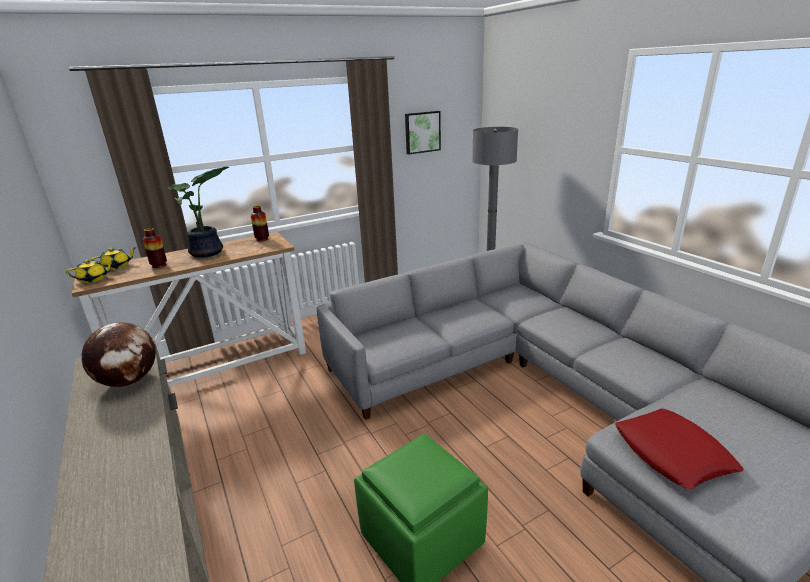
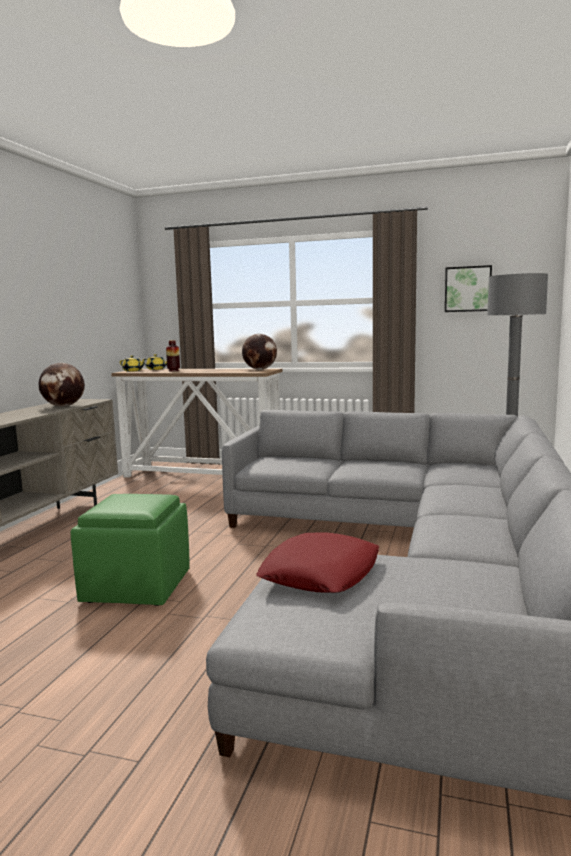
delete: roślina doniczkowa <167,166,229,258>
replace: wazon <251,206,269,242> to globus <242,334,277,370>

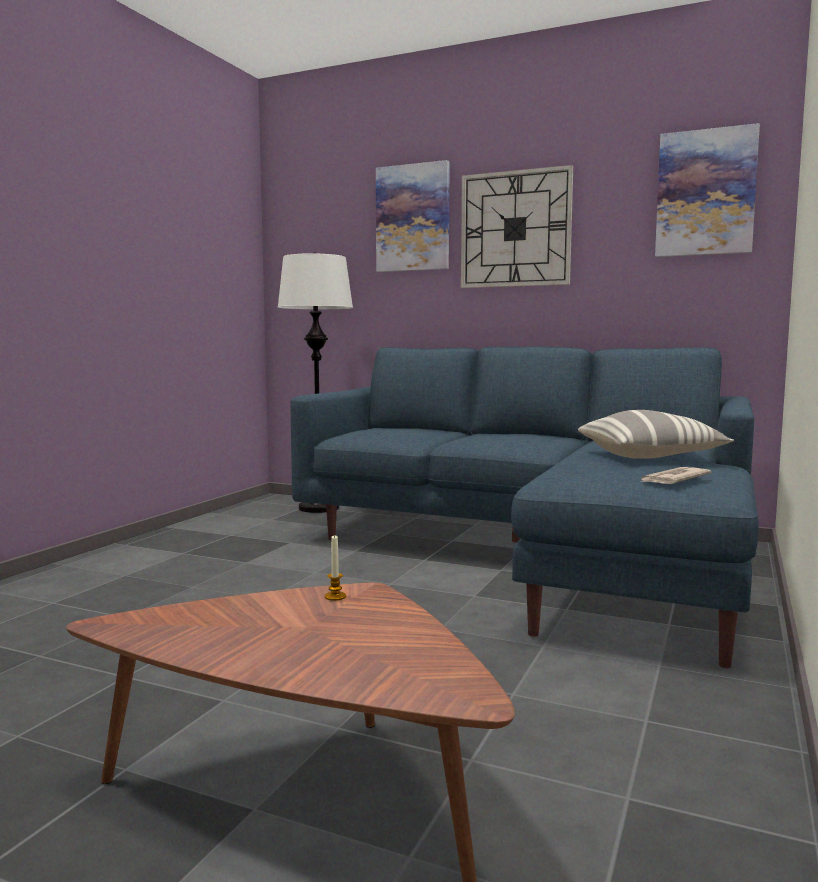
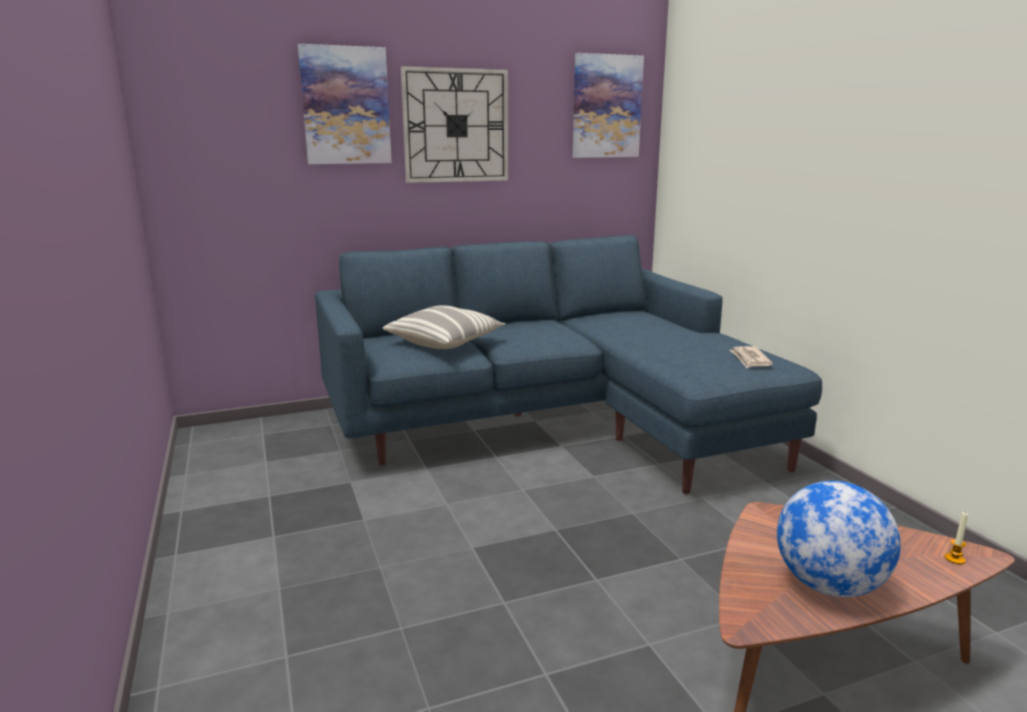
delete: lampa stojąca [biały] <278,252,353,513>
insert: globus <777,481,901,597>
move: świeca <325,534,346,601> to <944,512,968,564>; poduszka <578,410,734,459> to <383,305,505,349>

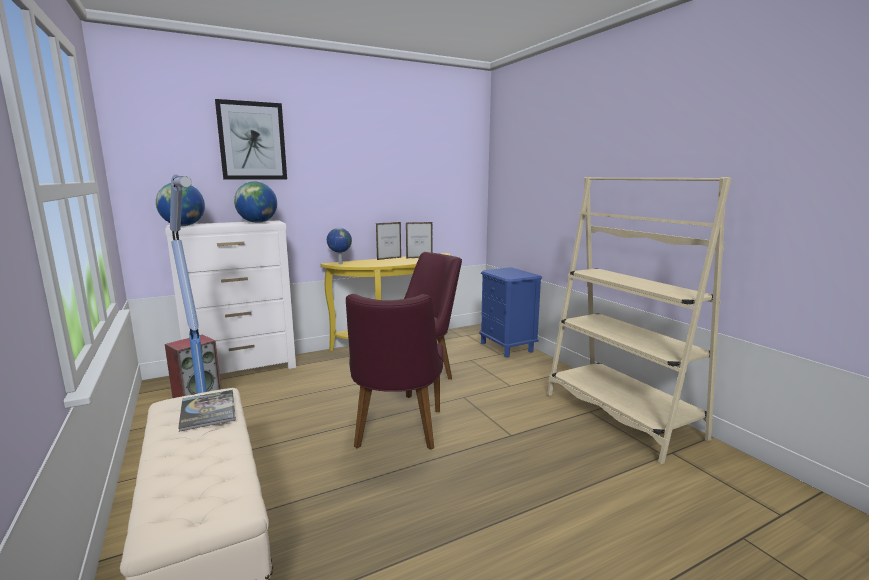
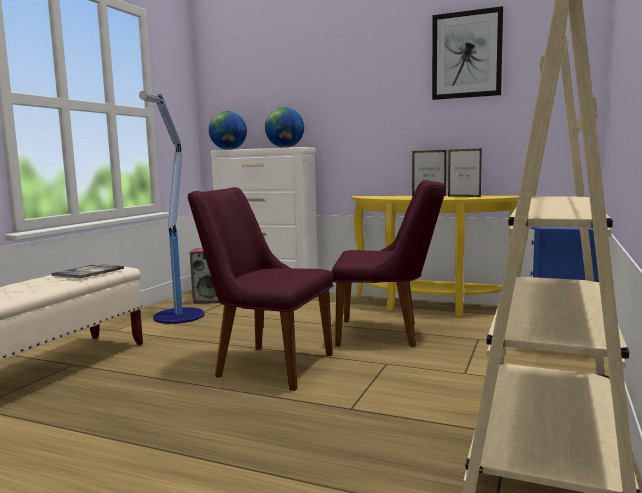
delete: globus <327,228,352,264>
move: obraz <215,99,287,180> to <432,6,503,100>
rotate: krzesło [fioletowy] <346,294,443,450> = <188,187,334,391> 60 degrees clockwise

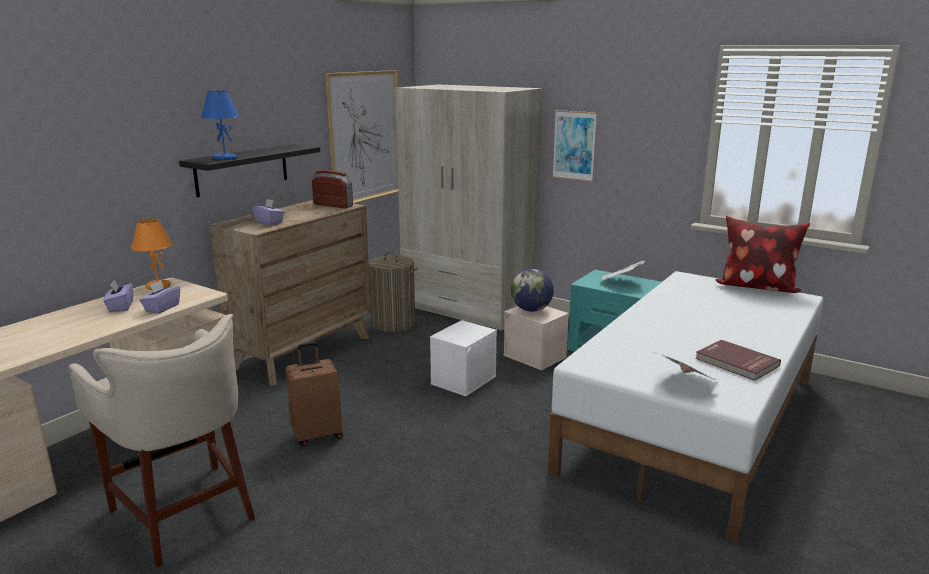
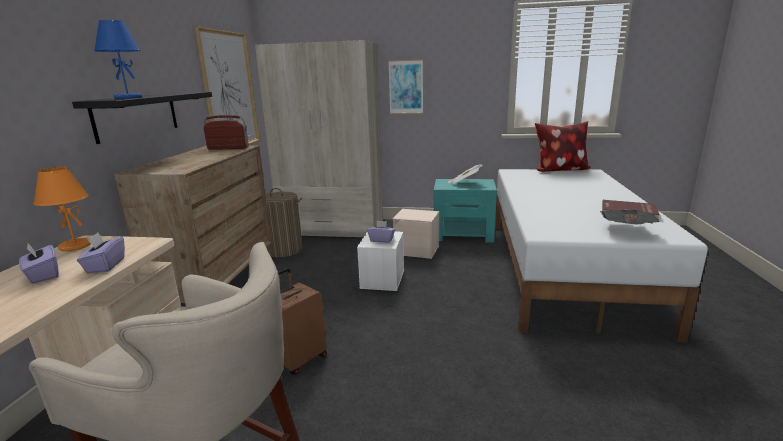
delete: globus <511,269,554,312>
move: pudełko chusteczek [fioletowy] <252,199,285,225> to <367,221,395,243>

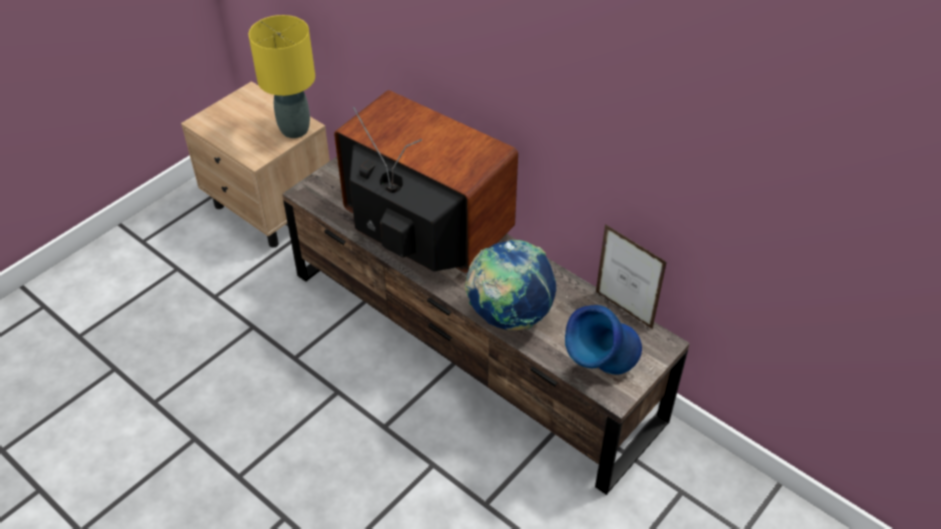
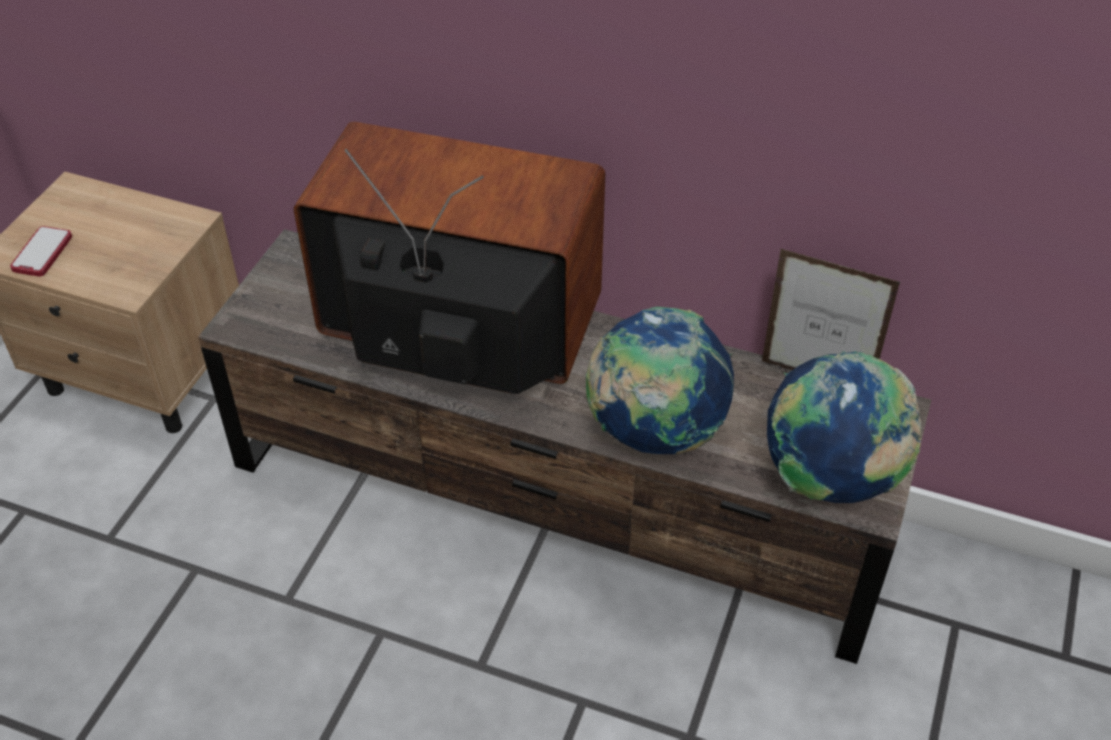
delete: lampa stołowa [żółty] <248,15,315,138>
insert: telefon <10,226,72,277>
replace: wazon [niebieski] <565,305,642,375> to globus <767,351,921,503>

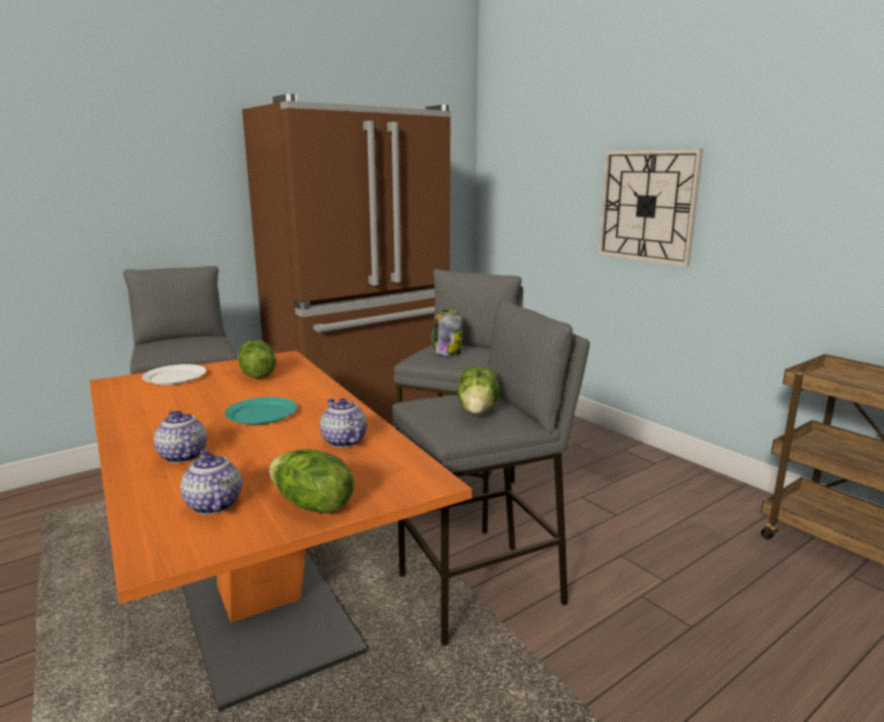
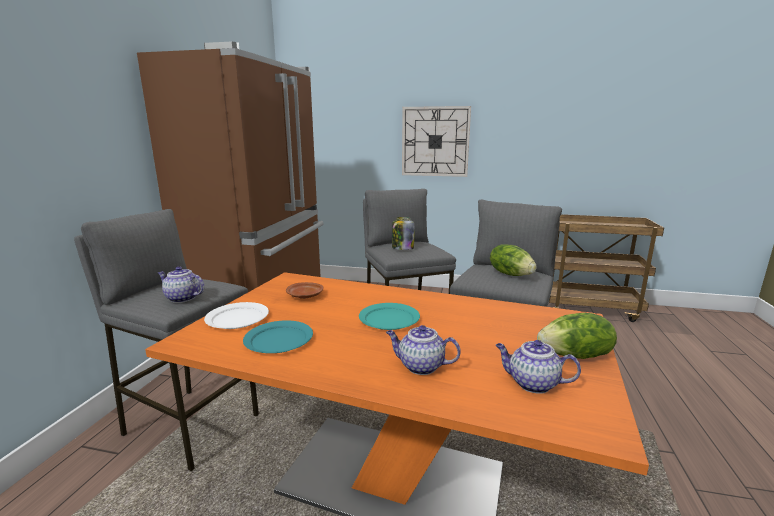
insert: talerz [turkusowy] <243,320,313,353>
move: imbryk <320,398,367,448> to <158,266,204,303>
replace: sałata <239,340,276,378> to talerz [brązowy] <286,282,324,299>

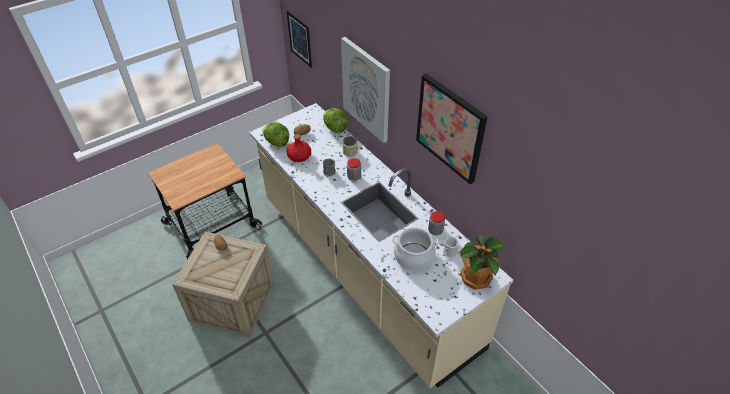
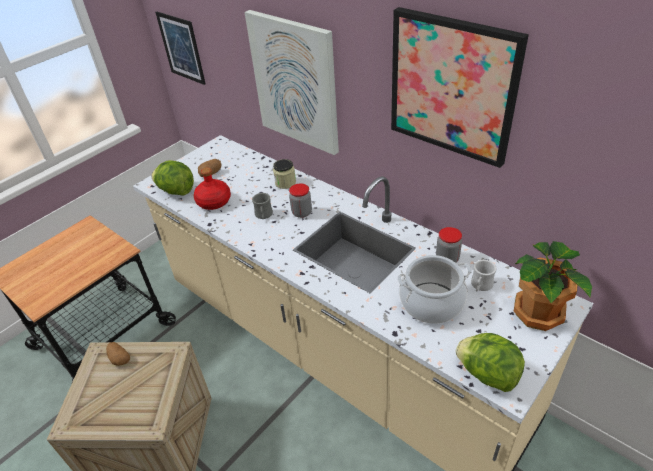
move: sałata <323,108,348,133> to <455,333,525,392>

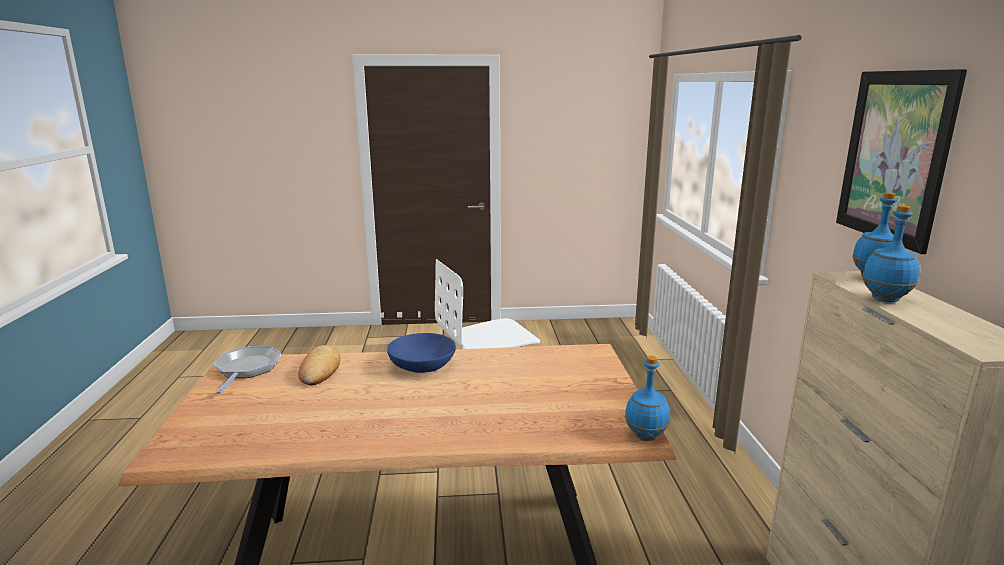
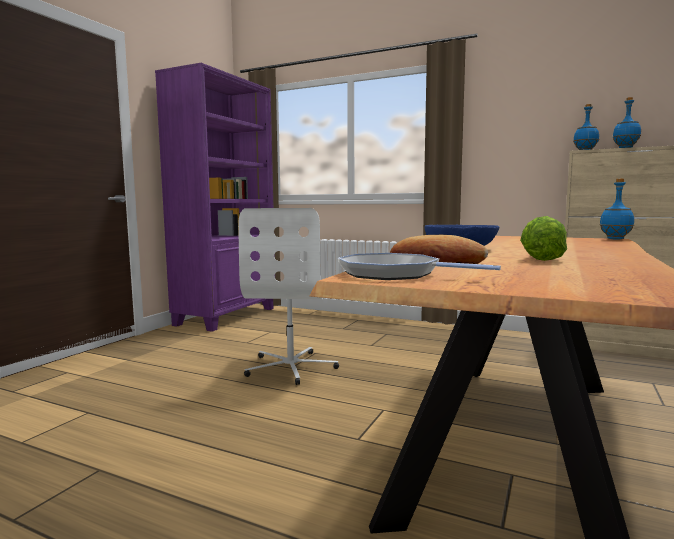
delete: obraz <836,69,967,254>
insert: regał [fioletowy] <155,63,275,332>; sałata <520,216,567,261>

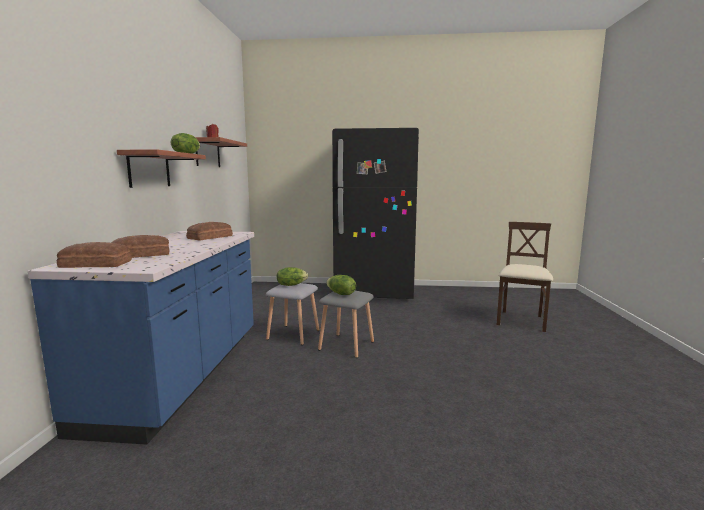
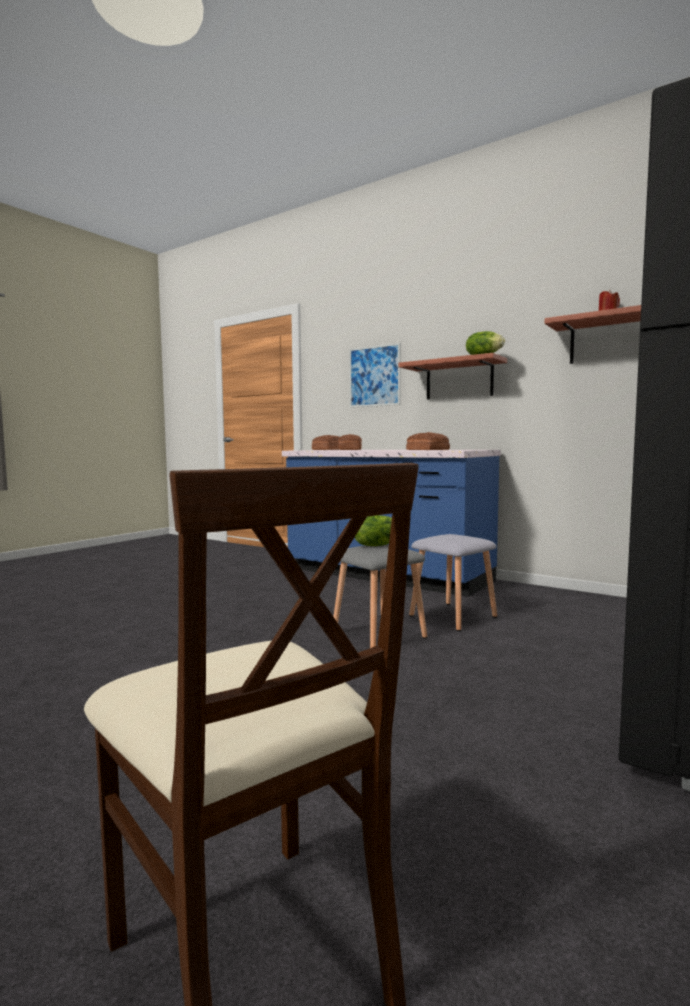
delete: sałata <277,267,308,286>
insert: obraz <349,343,401,408>

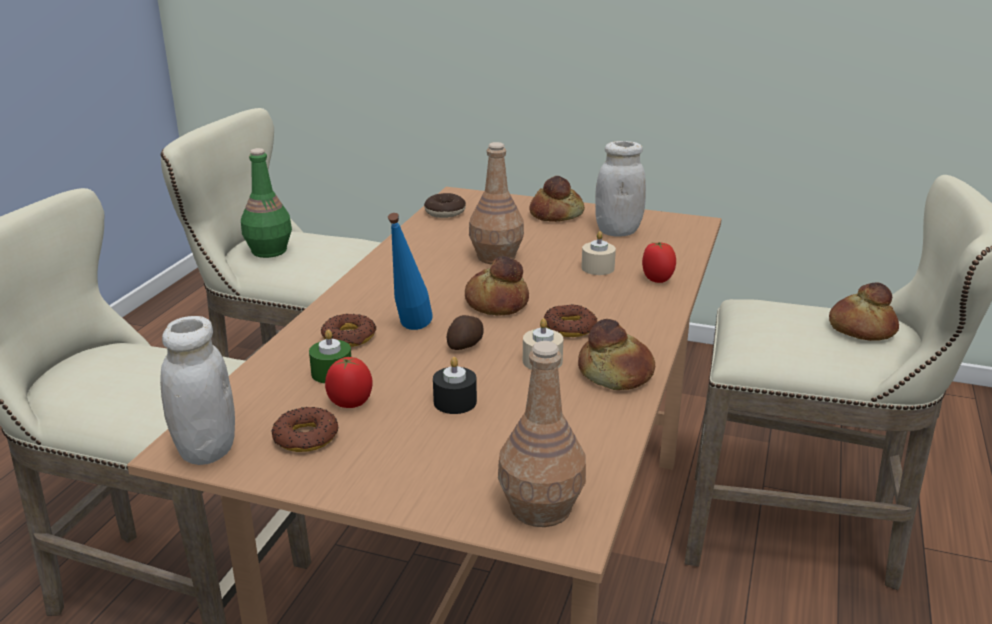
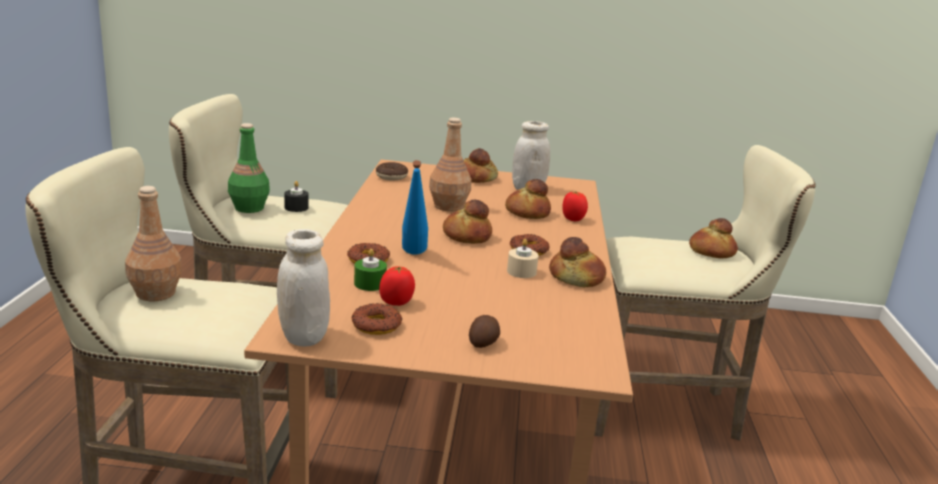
move: świeca [czarny] <433,357,477,414> to <284,181,308,212>; ziemniak <447,315,484,350> to <469,315,500,348>; butelka [brązowy] <498,341,586,527> to <125,186,182,301>
replace: świeca [beżowy] <581,231,616,275> to chleb <505,179,551,219>

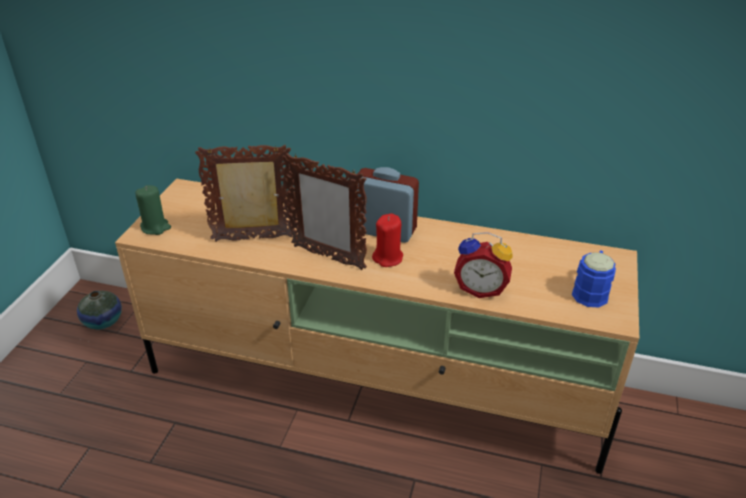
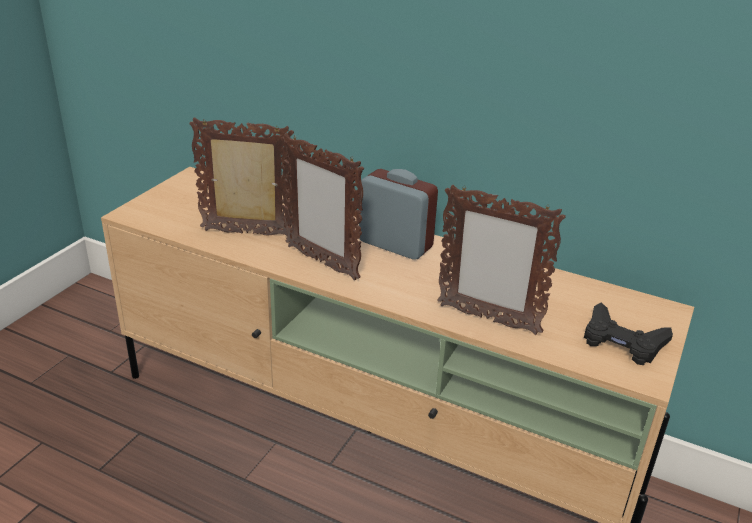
delete: wazon <77,291,122,329>; świeca [zielony] <135,185,171,235>; świeca [czerwony] <372,214,403,267>
replace: budzik <454,232,513,298> to ramka na zdjęcie <437,185,566,335>; kubek [niebieski] <572,250,616,307> to pad do gier [czarny] <584,302,673,365>

